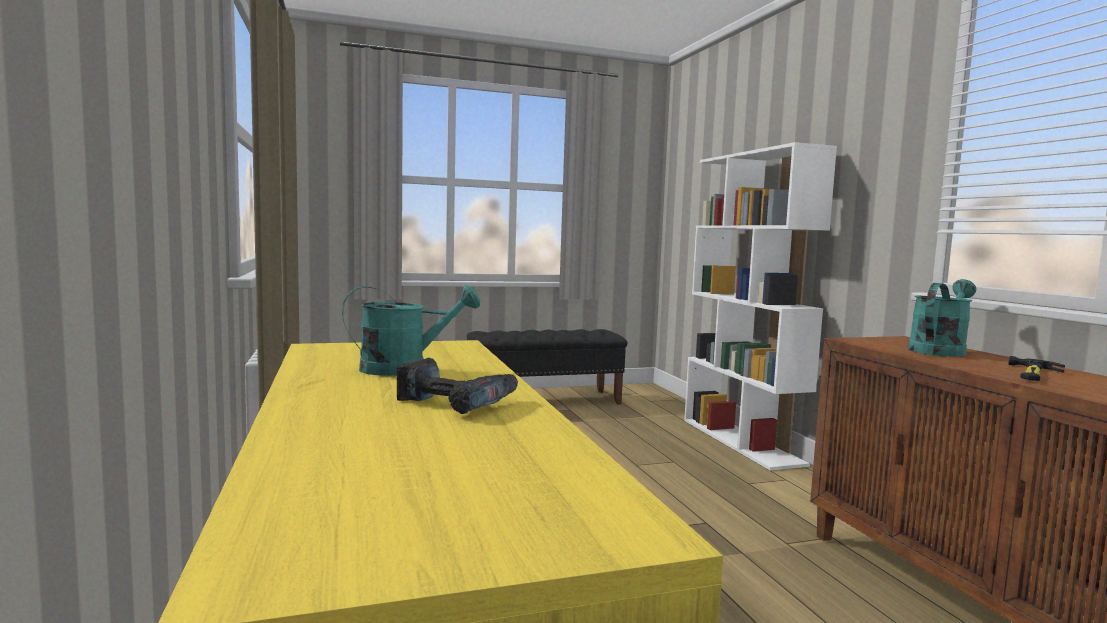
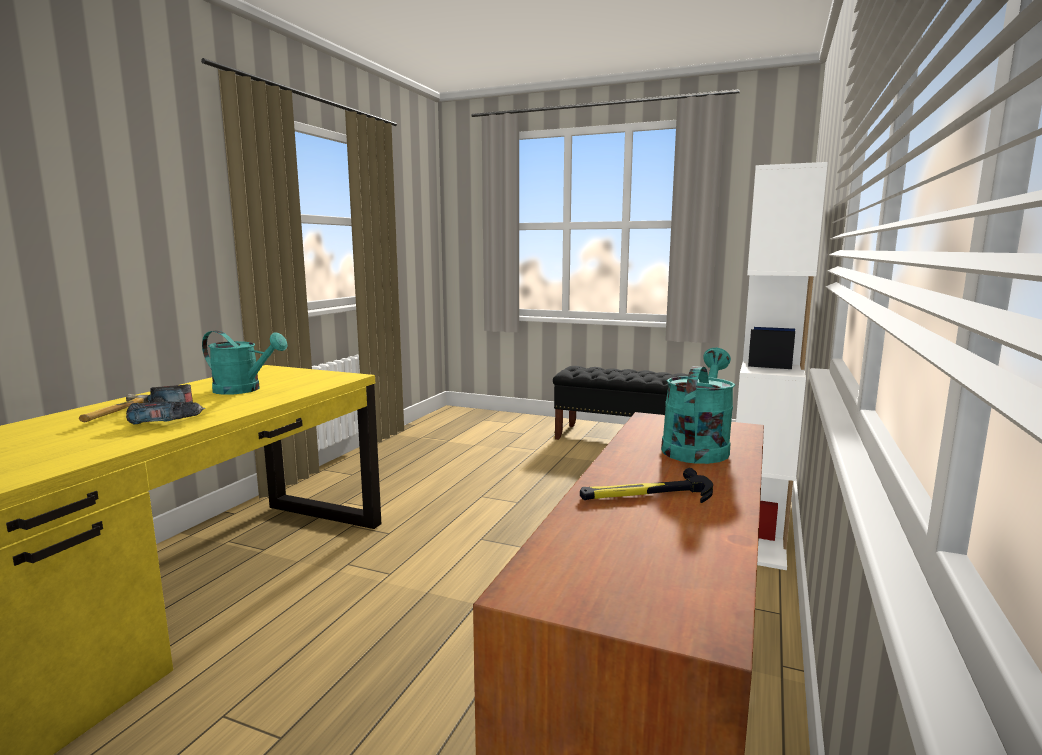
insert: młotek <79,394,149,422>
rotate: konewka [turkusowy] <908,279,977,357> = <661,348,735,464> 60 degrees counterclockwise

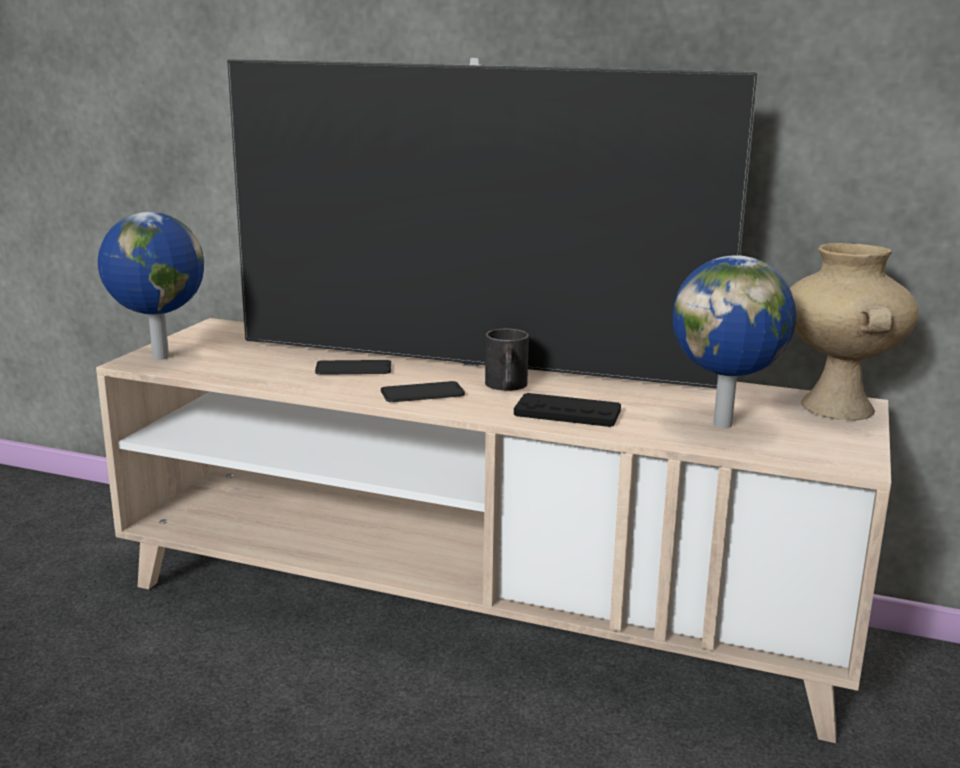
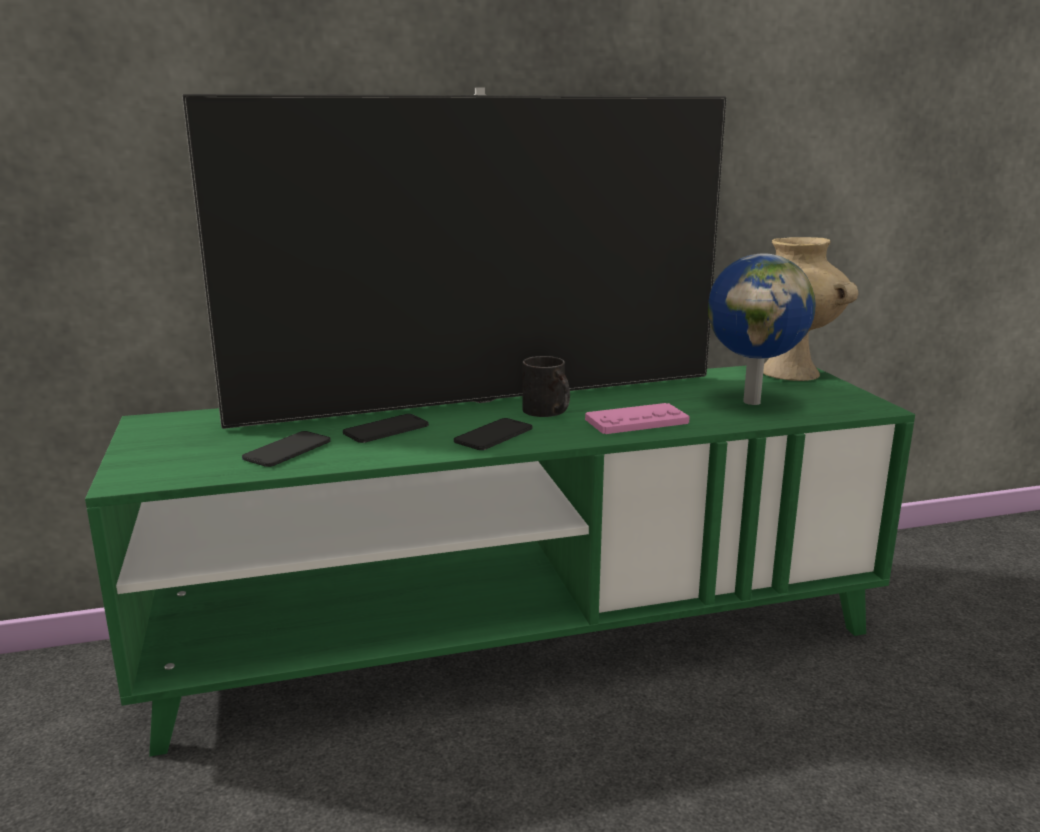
delete: globus <98,212,204,360>
insert: telefon <242,431,331,467>
recolor: szafka pod telewizor [beżowy] <96,318,891,743> to szafka pod telewizor [zielony] <85,366,915,757>; pad do gier [czarny] <514,393,621,427> to pad do gier [różowy] <585,403,690,434>

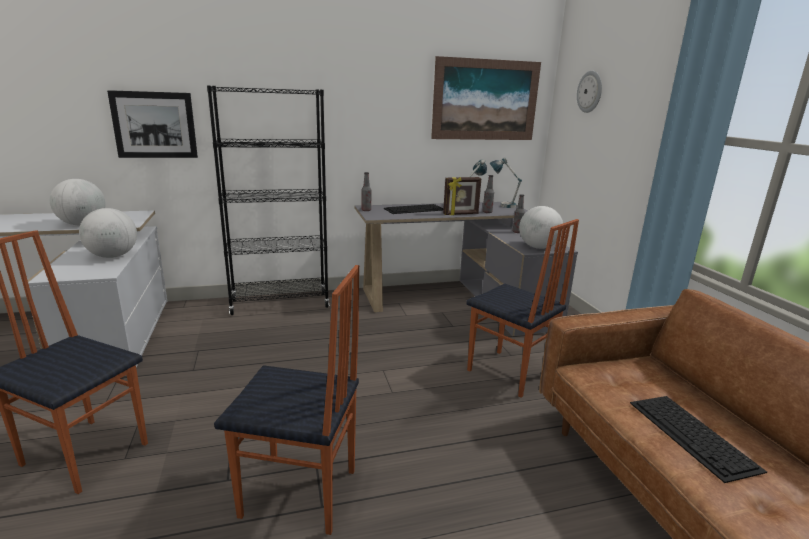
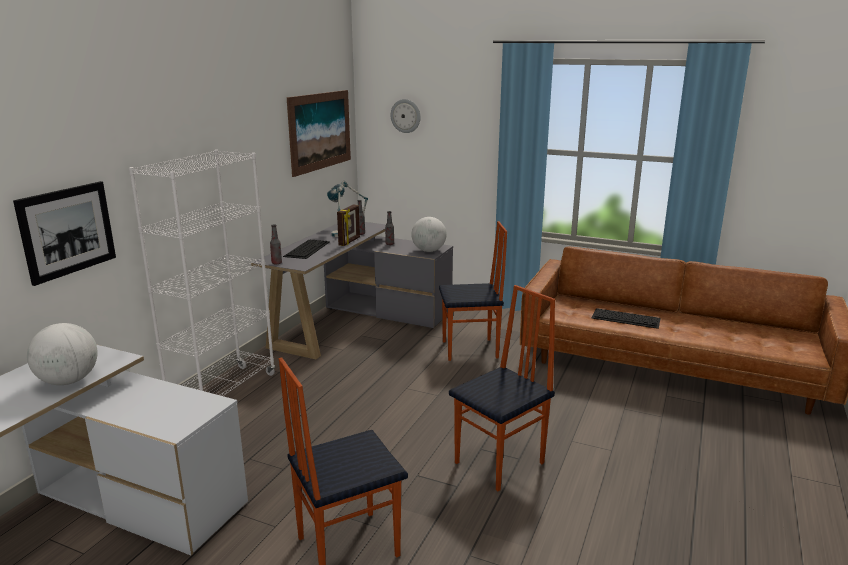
delete: globus <79,208,137,258>
recolor: regał [czarny] <207,86,330,315> to regał [biały] <129,150,275,396>

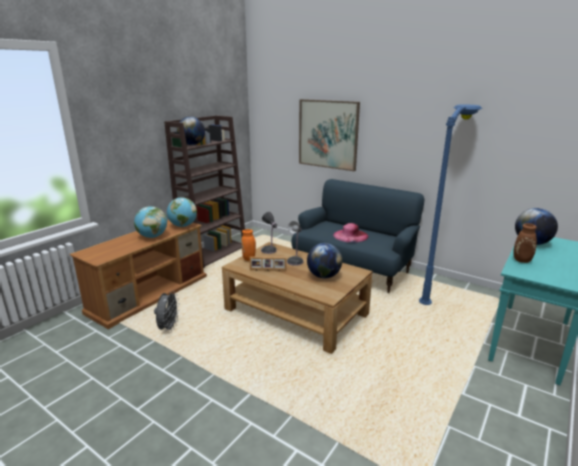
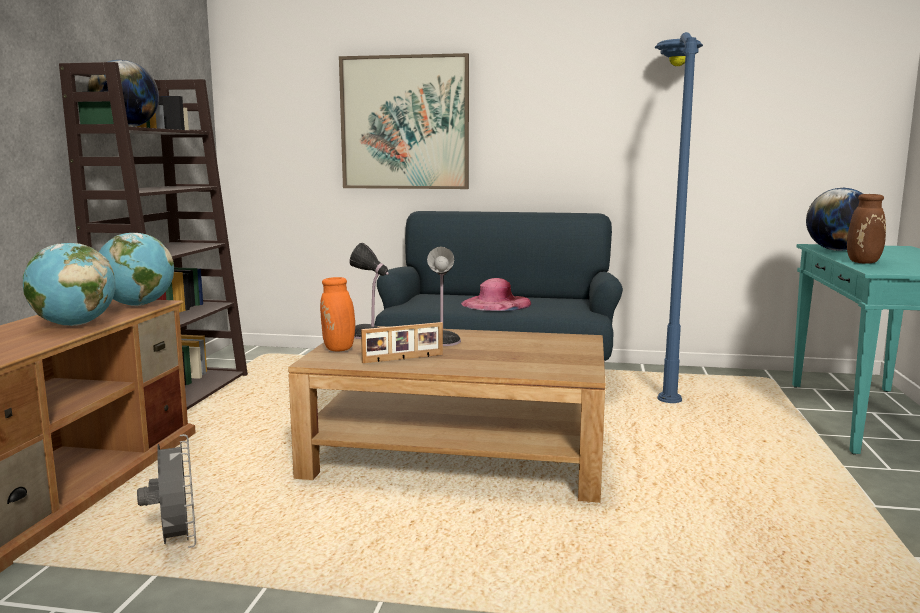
delete: globus <307,243,342,278>

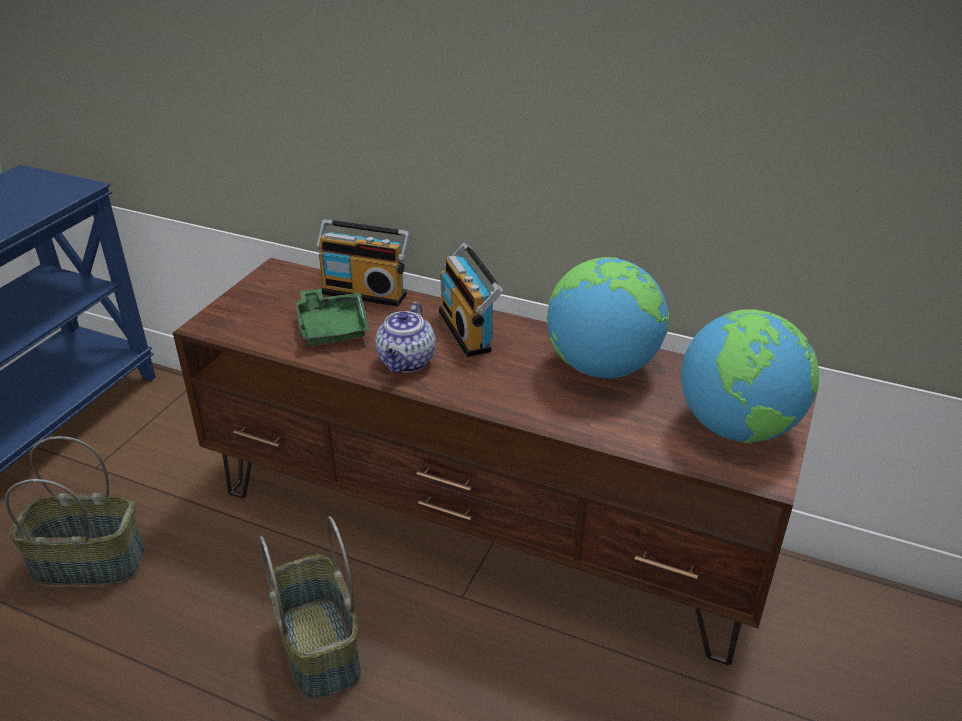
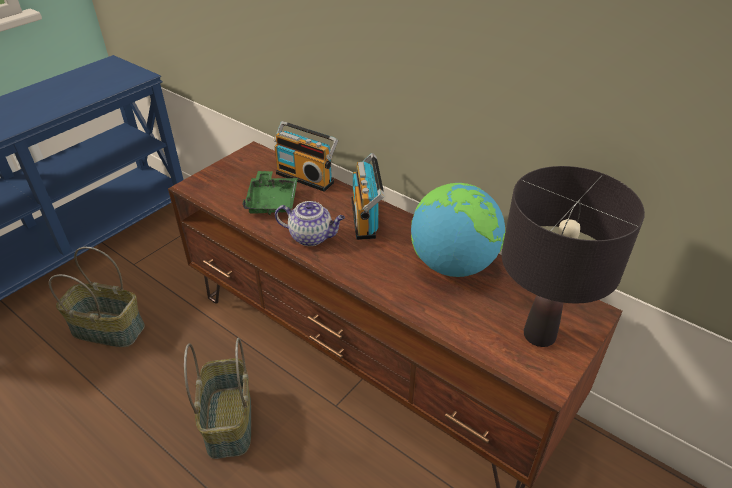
replace: globus <681,309,819,443> to lampa stołowa [czarny] <501,166,645,347>
rotate: imbryk <375,302,436,373> = <275,201,345,246> 105 degrees counterclockwise

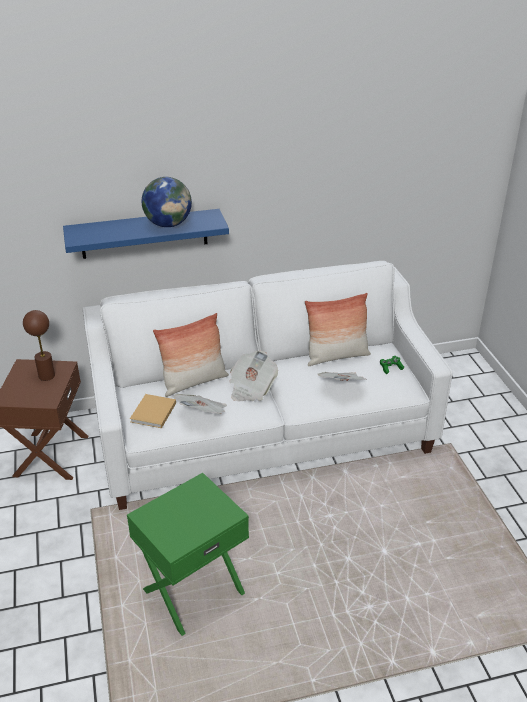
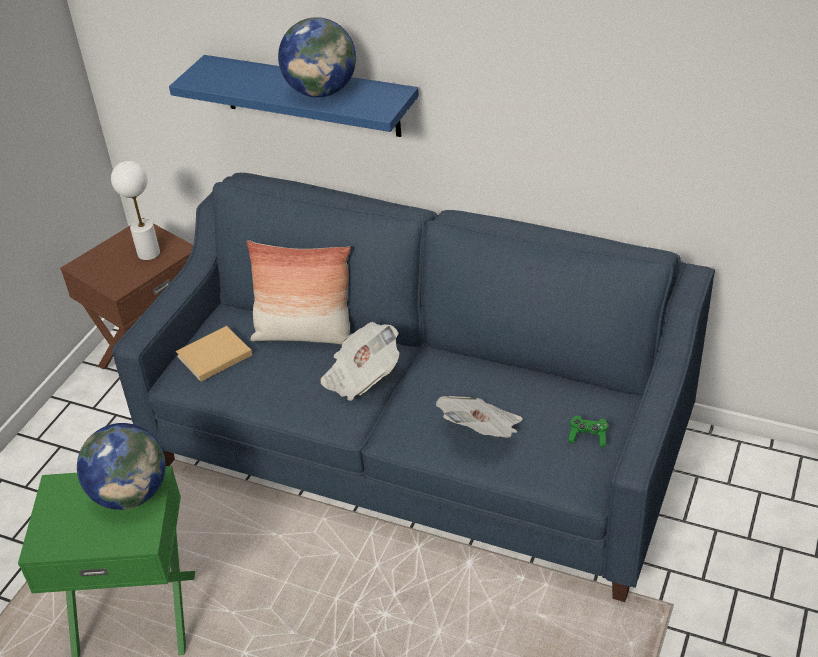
delete: gazeta <174,394,227,414>; poduszka <305,293,371,366>
insert: globus <77,423,166,510>
recolor: lampa stołowa [brązowy] <23,310,55,381> to lampa stołowa [biały] <111,161,160,260>; kanapa [biały] <83,261,452,510> to kanapa [niebieski] <112,173,715,602>

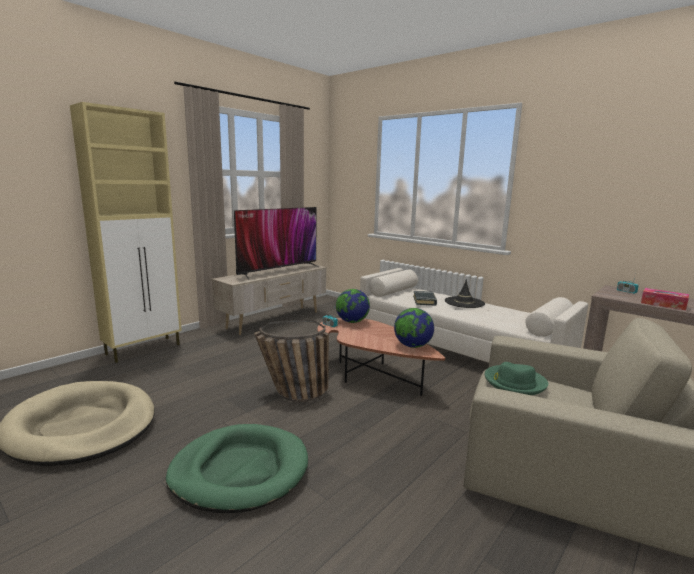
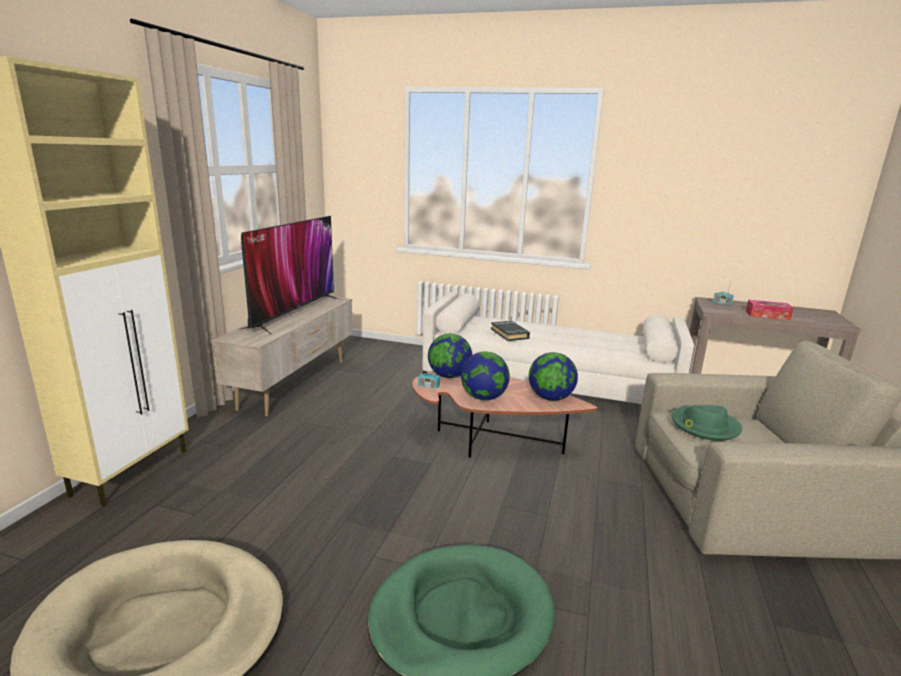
delete: koszyk <254,320,329,402>; kapelusz [czarny] <445,279,485,308>
insert: globus <461,351,510,400>

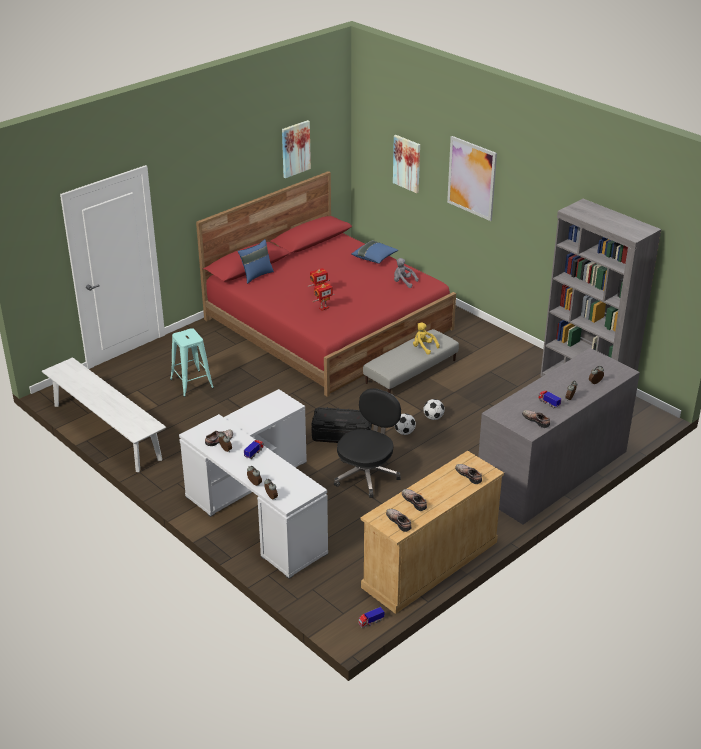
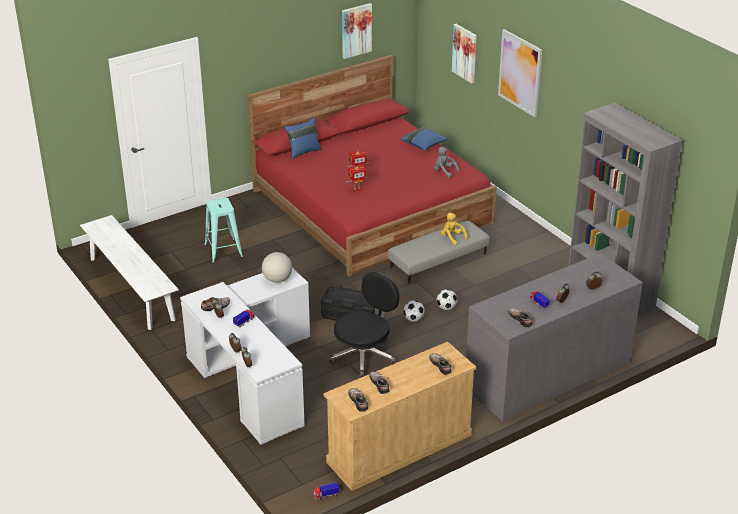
insert: globus <262,252,292,283>

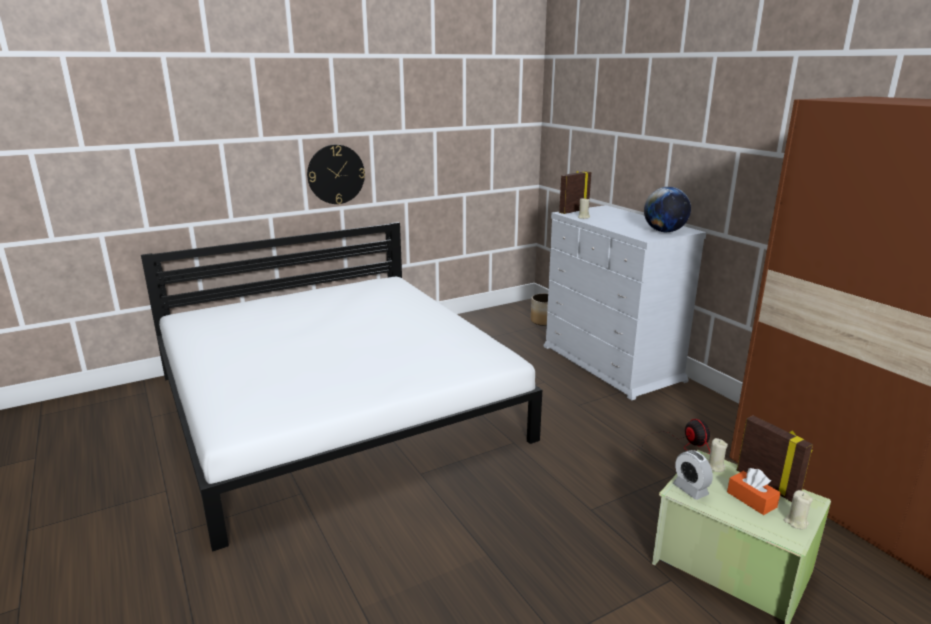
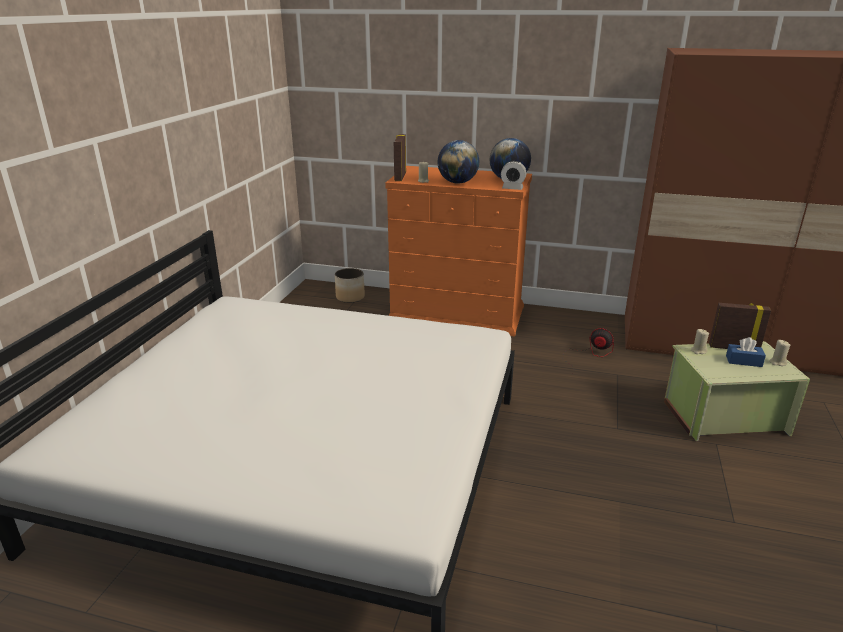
delete: zegar ścienny <307,144,365,204>
insert: globus <438,140,479,184>
move: budzik <673,450,713,500> to <501,161,526,190>
recolor: komoda [biały] <544,205,707,400> to komoda [pomarańczowy] <385,166,532,336>; pudełko chusteczek [pomarańczowy] <727,468,780,515> to pudełko chusteczek [niebieski] <726,337,766,367>

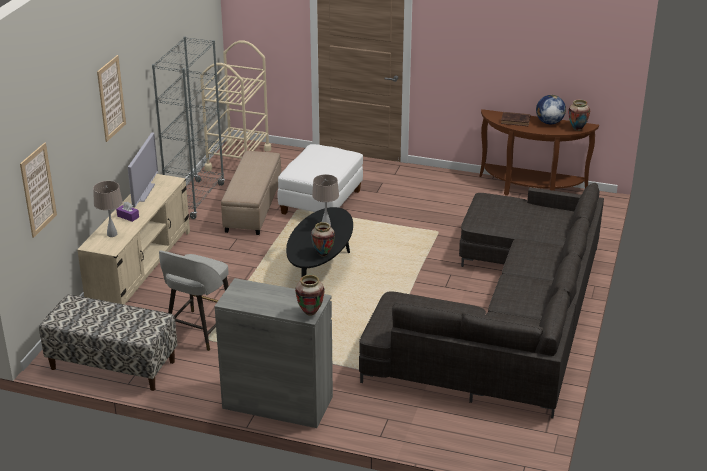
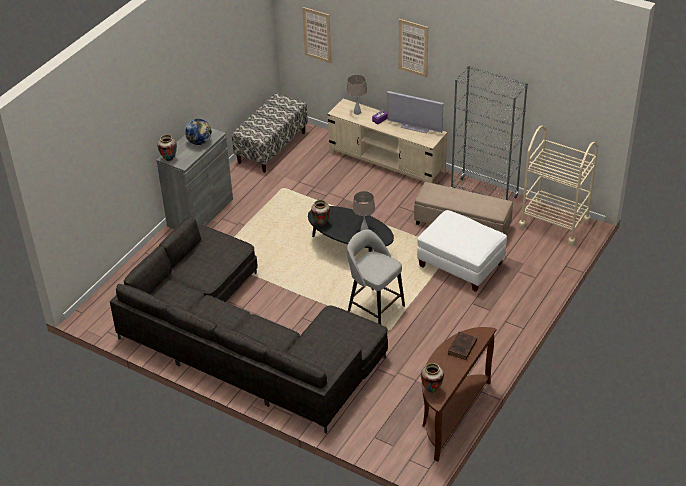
move: stołek [szary] <159,251,229,351> to <347,229,405,324>; globus <536,95,566,124> to <185,119,212,145>

